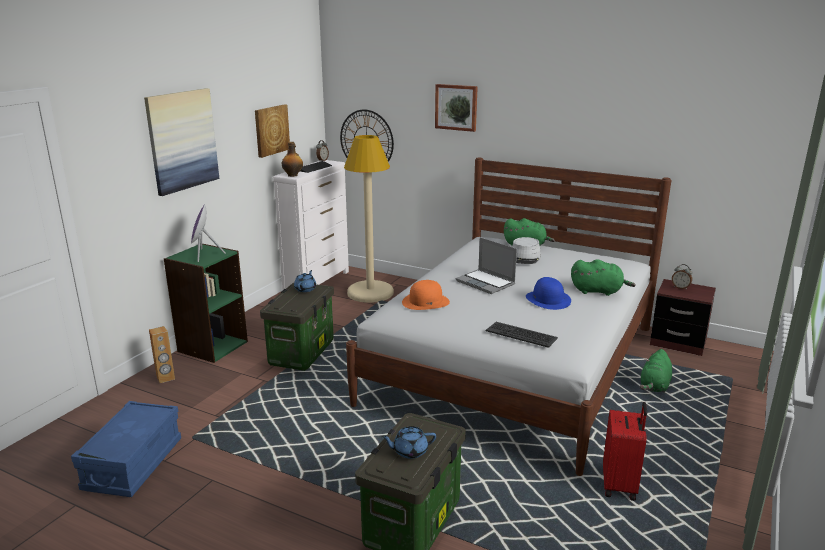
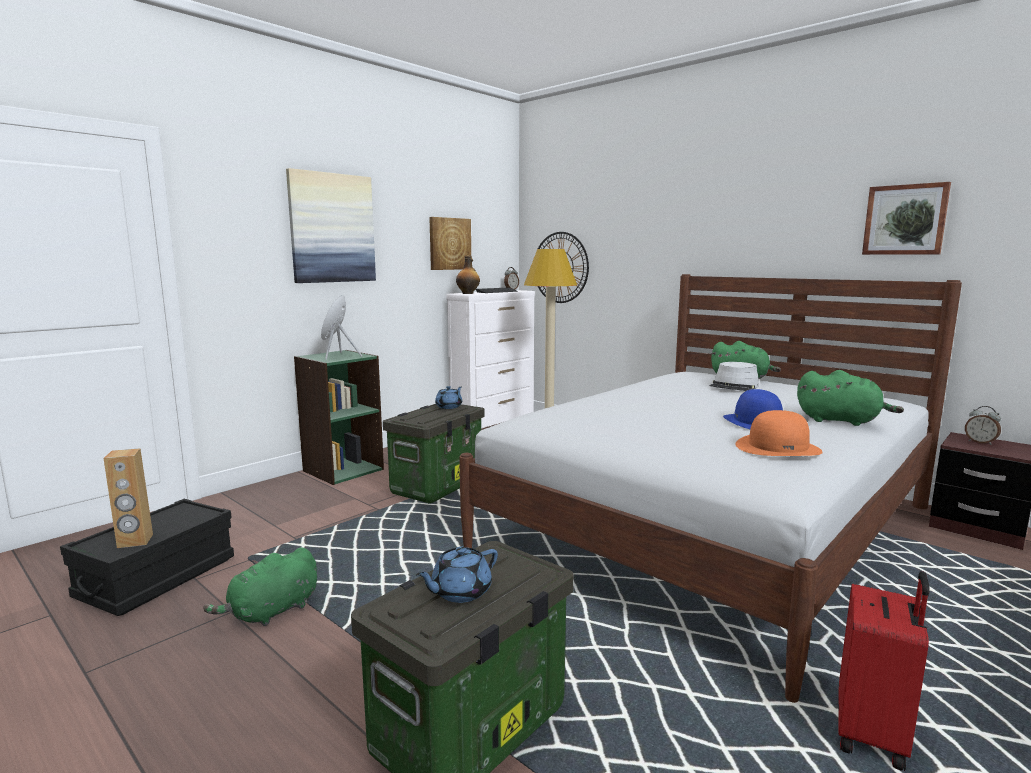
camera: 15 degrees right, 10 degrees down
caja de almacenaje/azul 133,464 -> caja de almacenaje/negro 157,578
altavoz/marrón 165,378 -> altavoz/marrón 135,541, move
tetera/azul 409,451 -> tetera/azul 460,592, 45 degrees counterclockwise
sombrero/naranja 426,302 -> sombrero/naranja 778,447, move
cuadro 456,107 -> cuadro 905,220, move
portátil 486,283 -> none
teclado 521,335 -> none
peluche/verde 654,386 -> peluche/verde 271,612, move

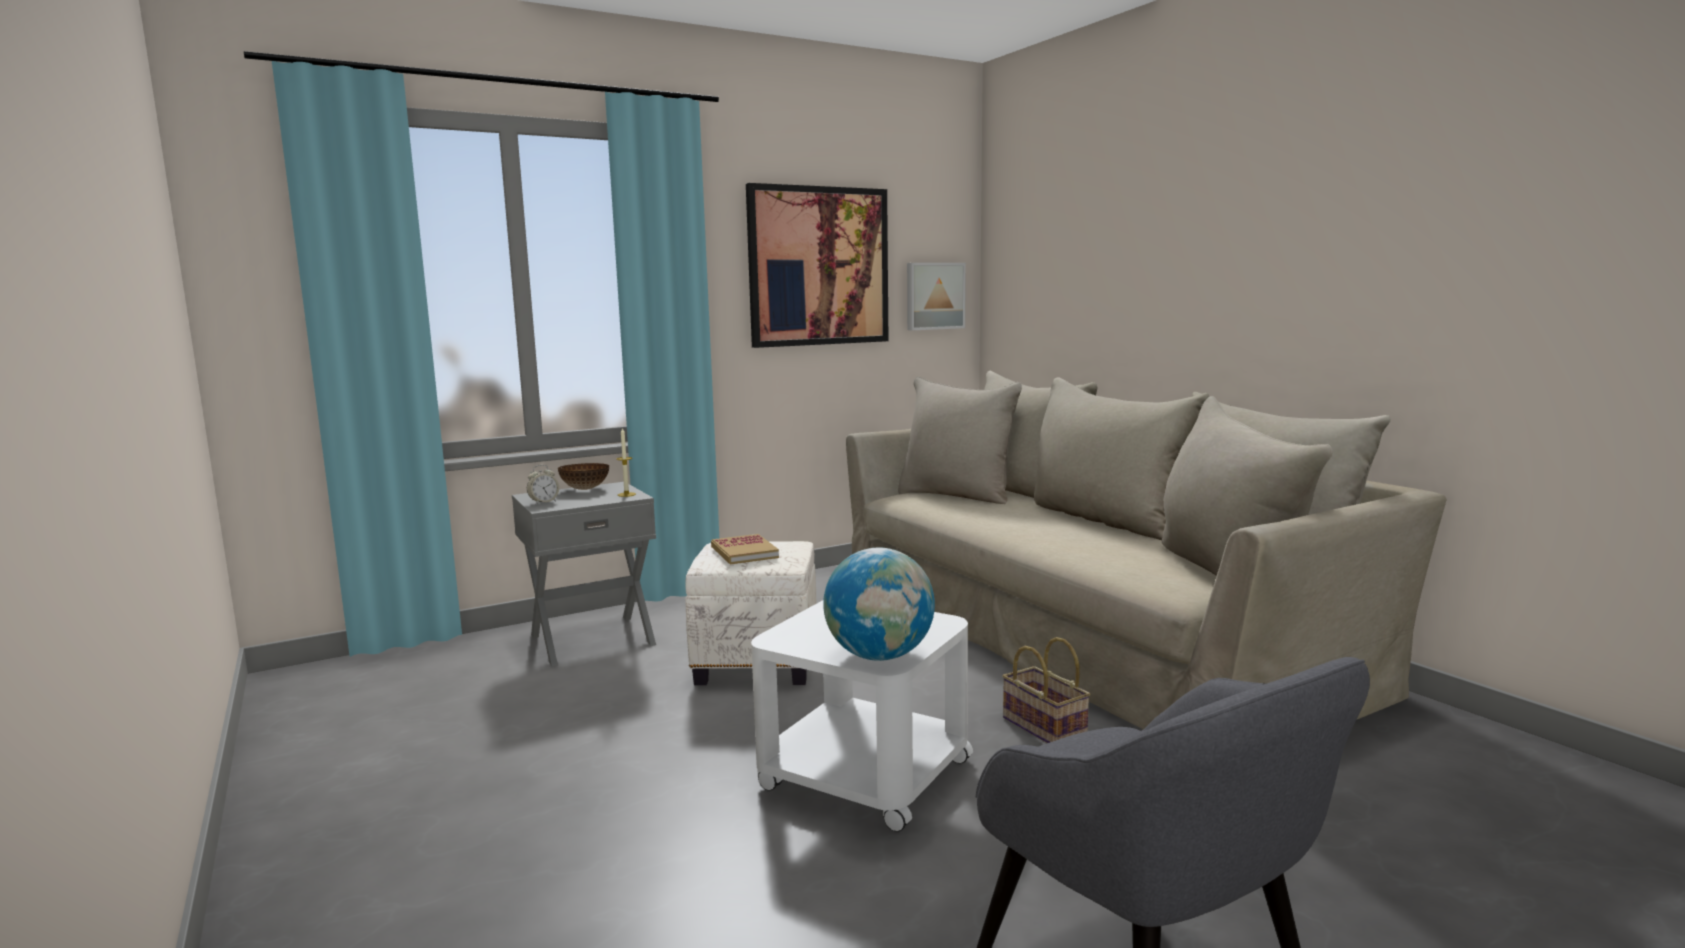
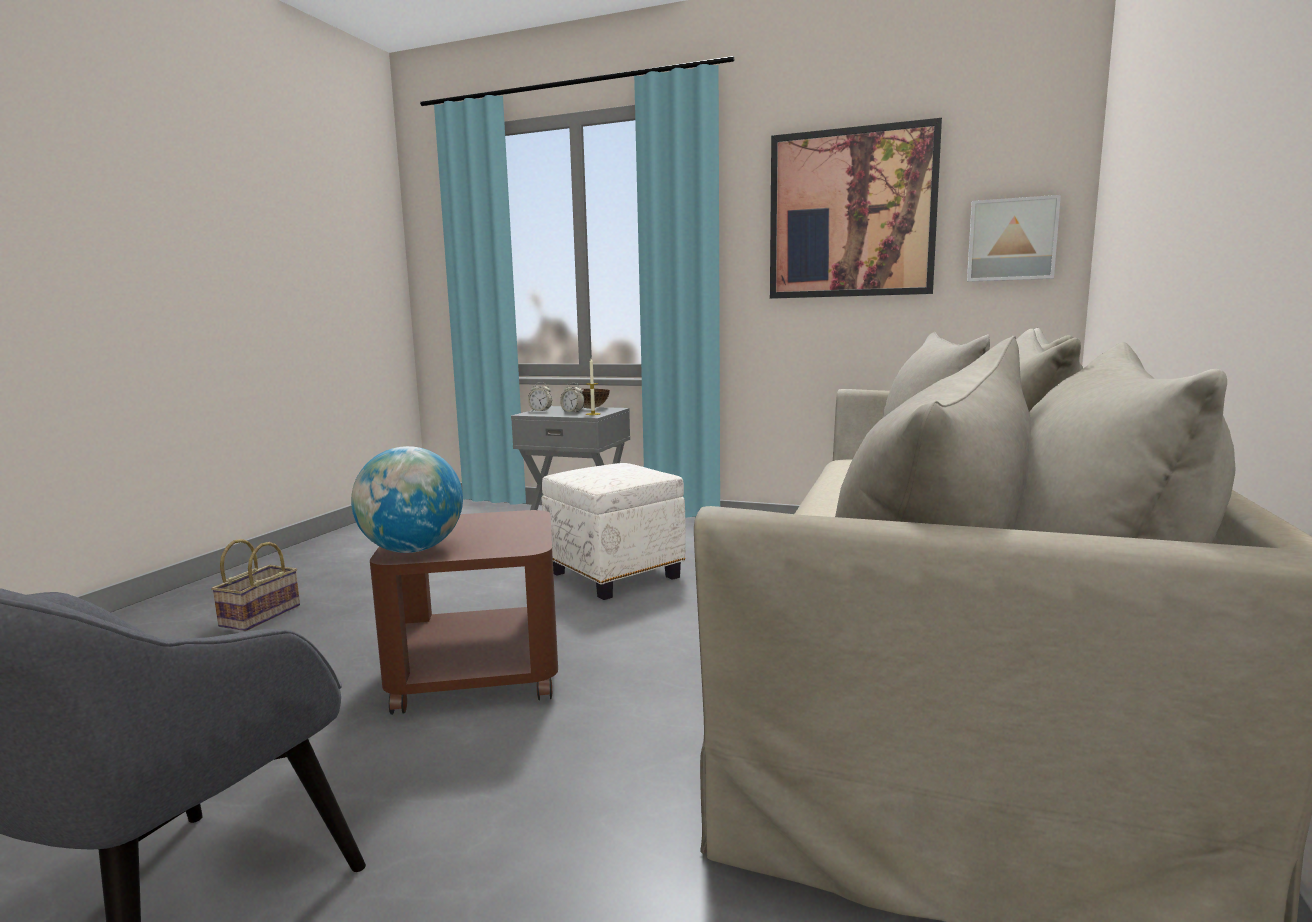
camera: 50 degrees right, 0 degrees up
libro 744,552 -> none
mesa auxiliar/blanco 863,773 -> mesa auxiliar/marrón 478,669
cesta 1041,727 -> cesta 261,615, move
none -> despertador 572,412

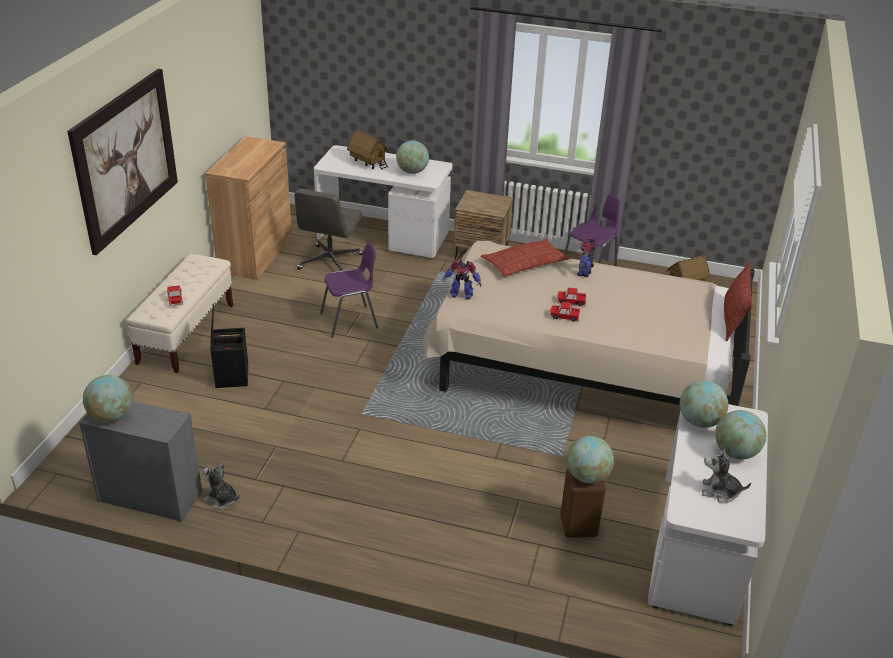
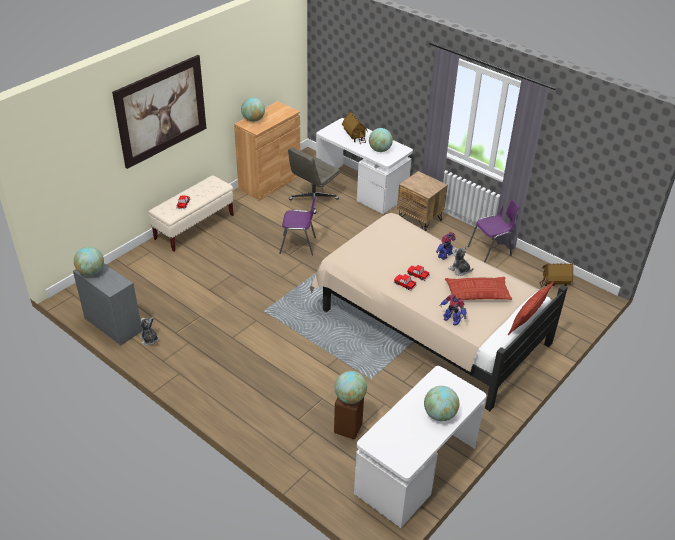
camera: 25 degrees right, 5 degrees up
caja de almacenaje/negro 231,375 -> none
robot de juguete 461,295 -> robot de juguete 451,319, move
cojín 524,263 -> cojín 477,293, move
globo terráqueo 699,422 -> globo terráqueo 253,120, move
peluche 720,492 -> peluche 459,270, move

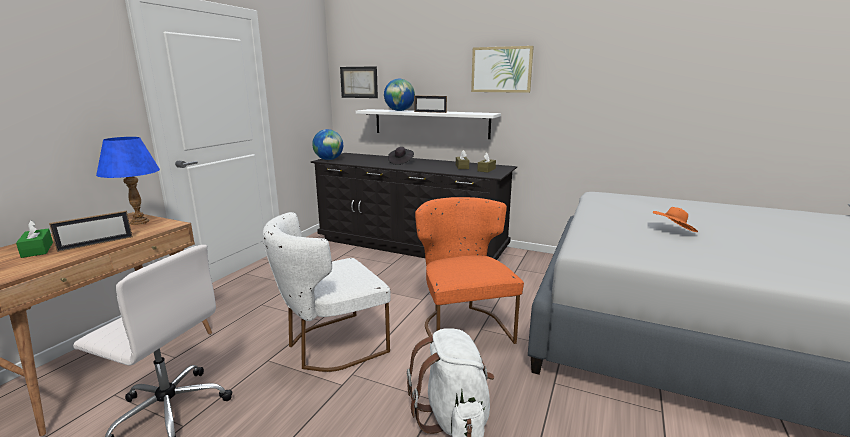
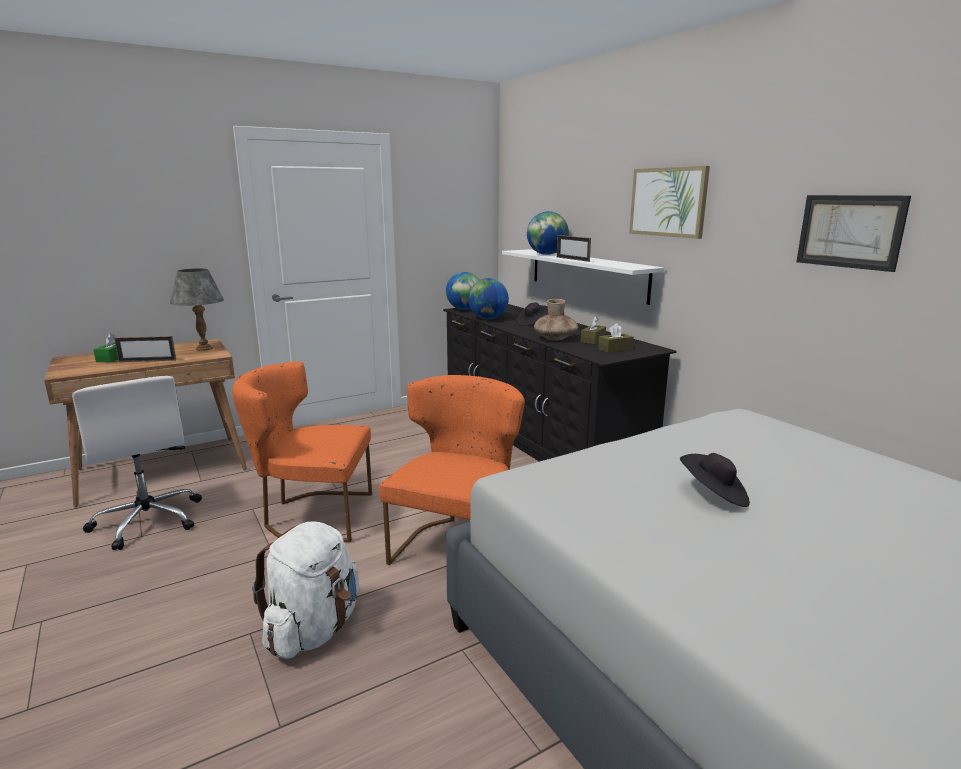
camera: 35 degrees right, 0 degrees up
lámpara de mesa/azul 139,222 -> lámpara de mesa/gris 203,348
silla/blanco 331,345 -> silla/naranja 312,515
cuadro 359,82 -> cuadro 850,231, move
sombrero/naranja 673,231 -> sombrero/negro 713,495
none -> globo terráqueo 488,318
none -> florero/marrón 555,338

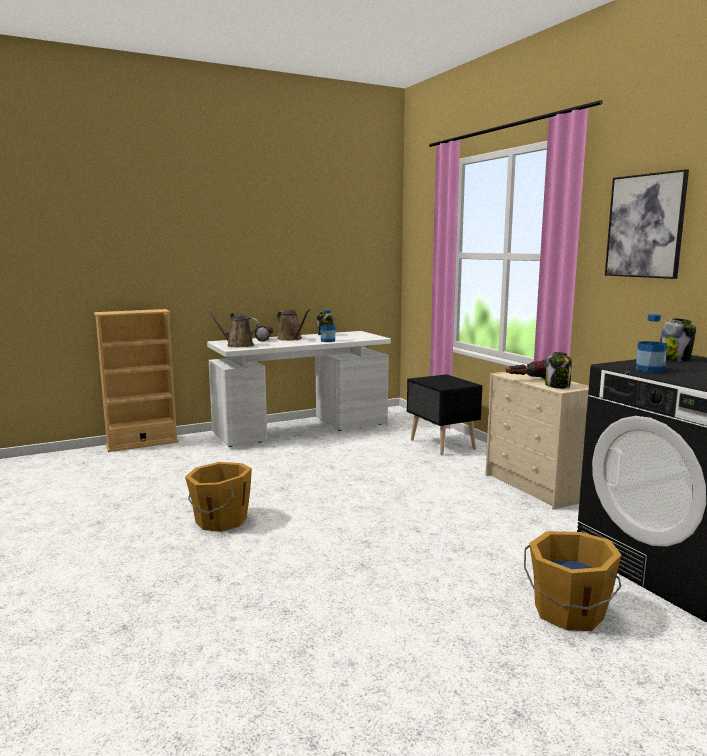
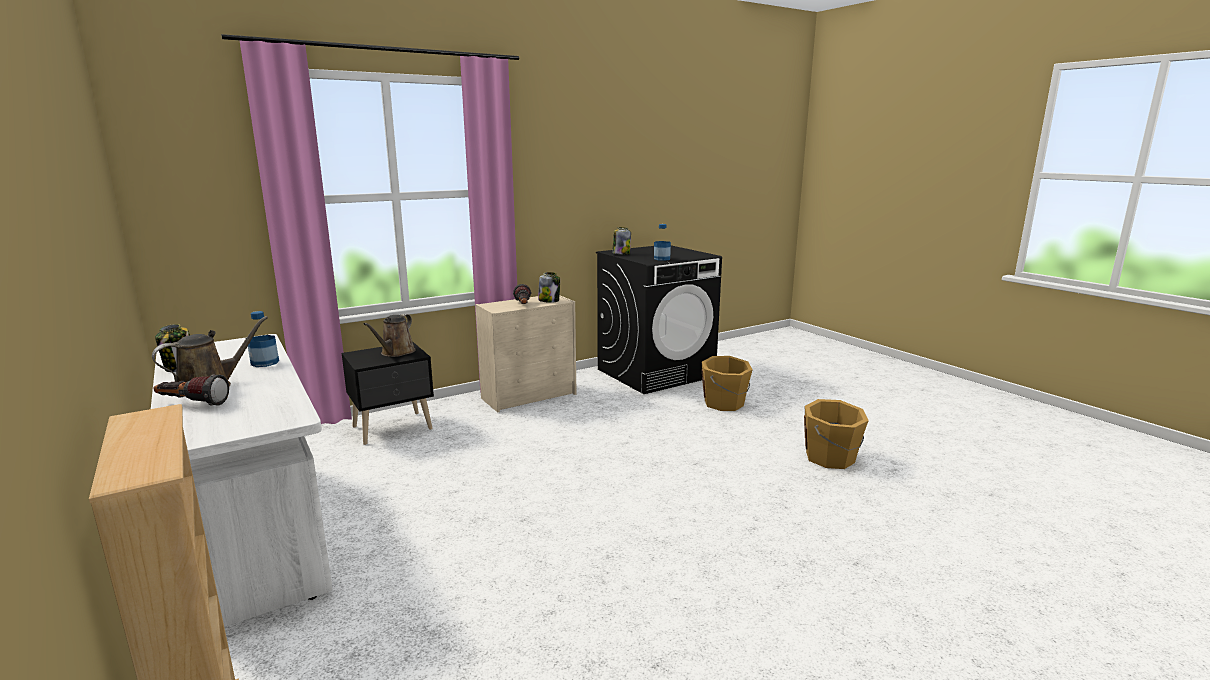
camera: 95 degrees left, 5 degrees up
cubo/naranja 220,521 -> cubo/naranja 831,458, move
regadera/marrón 237,345 -> regadera/marrón 396,353, move
cuadro 645,226 -> none

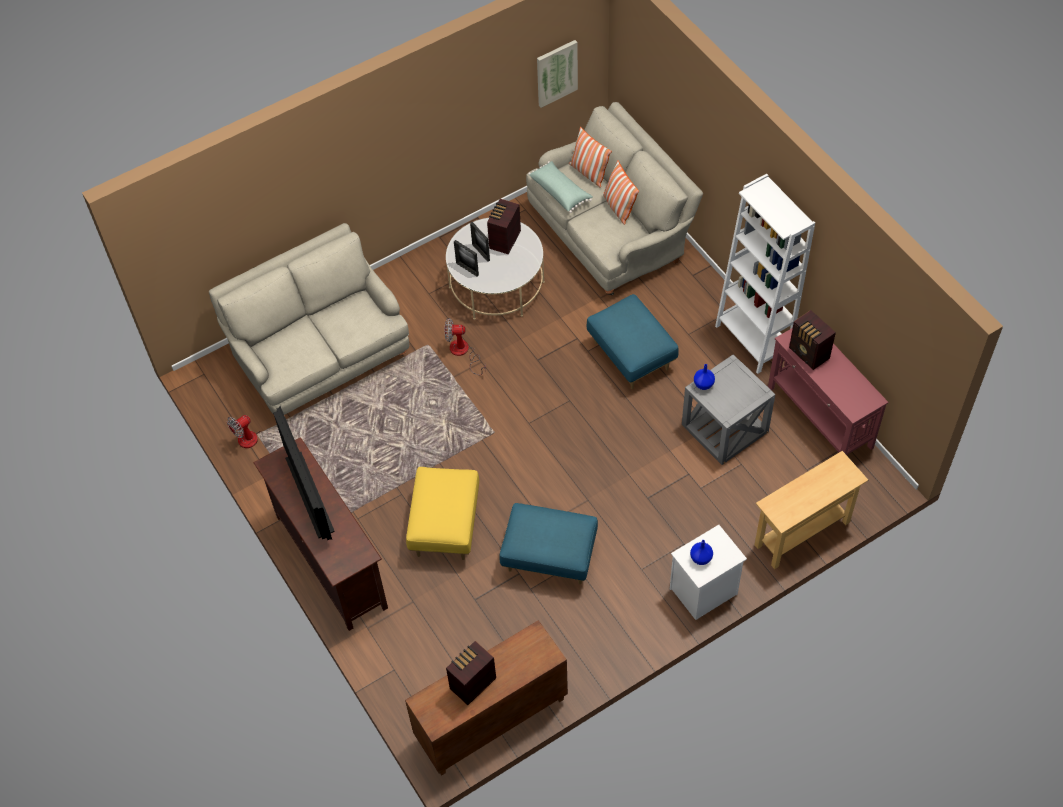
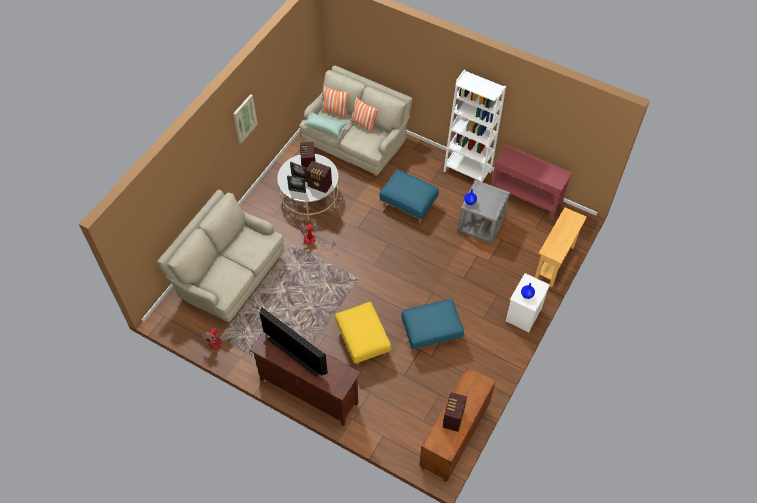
camera: 30 degrees left, 0 degrees up
cuadro 556,73 -> cuadro 244,118, move
radio 809,354 -> radio 320,185, move

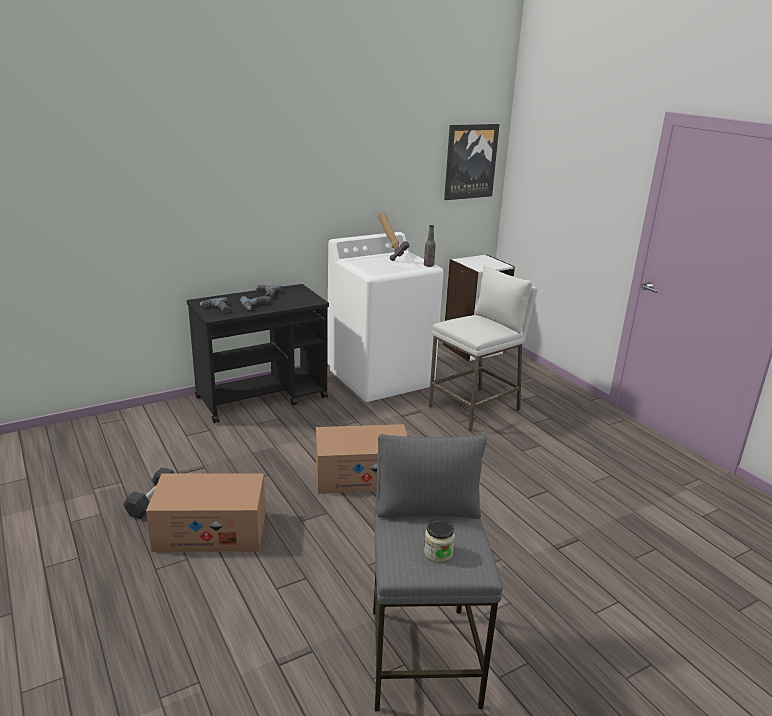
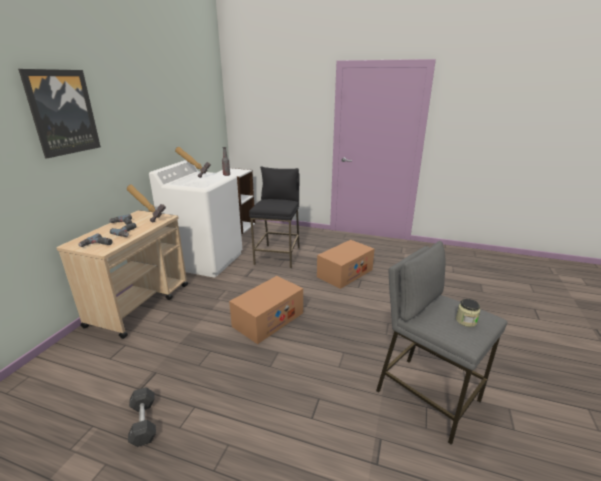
camera: 40 degrees left, 0 degrees up
caja de cartón 211,531 -> caja de cartón 345,273, move
carrito/negro 263,397 -> carrito/beis 140,304
taburete/blanco 475,408 -> taburete/negro 278,256
cuadro 470,161 -> cuadro 62,112, move
none -> martillo 149,218

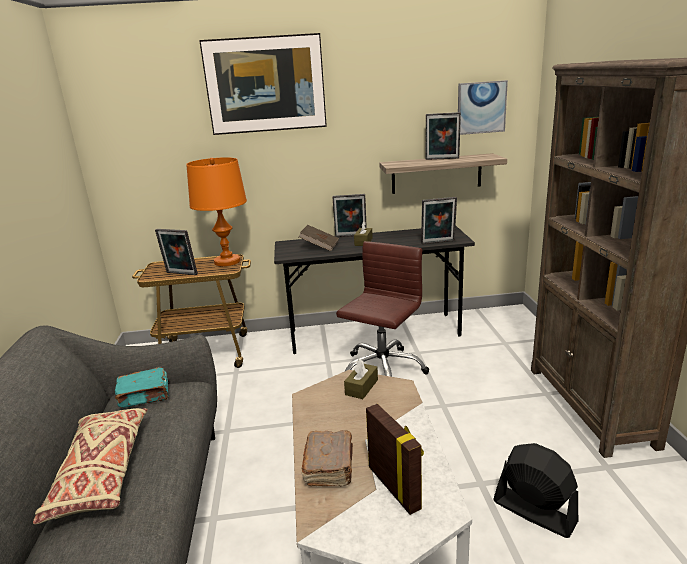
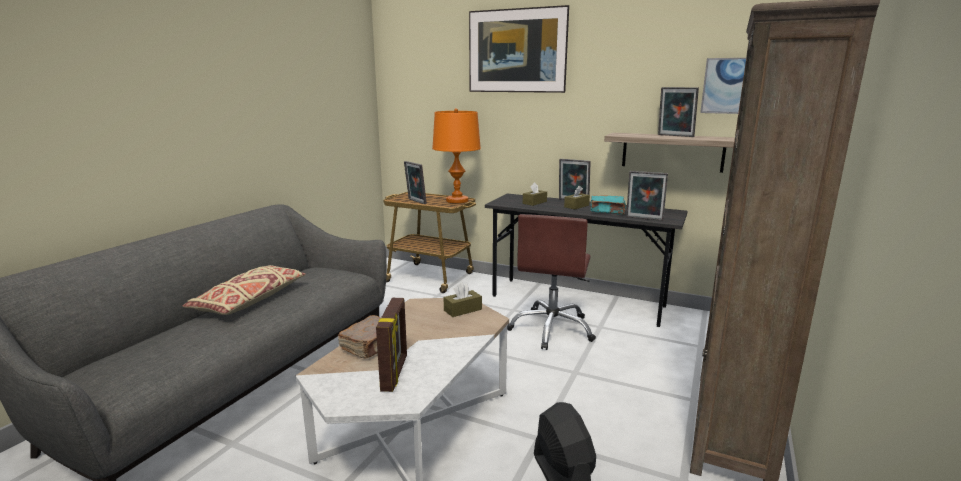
camera: 30 degrees right, 5 degrees down
libro/turquesa 145,396 -> libro/turquesa 607,211, move
libro/marrón 319,246 -> caja de pañuelos/marrón 534,202
silla de oficina/marrón 382,370 -> silla de oficina/marrón 552,329, 135 degrees clockwise

